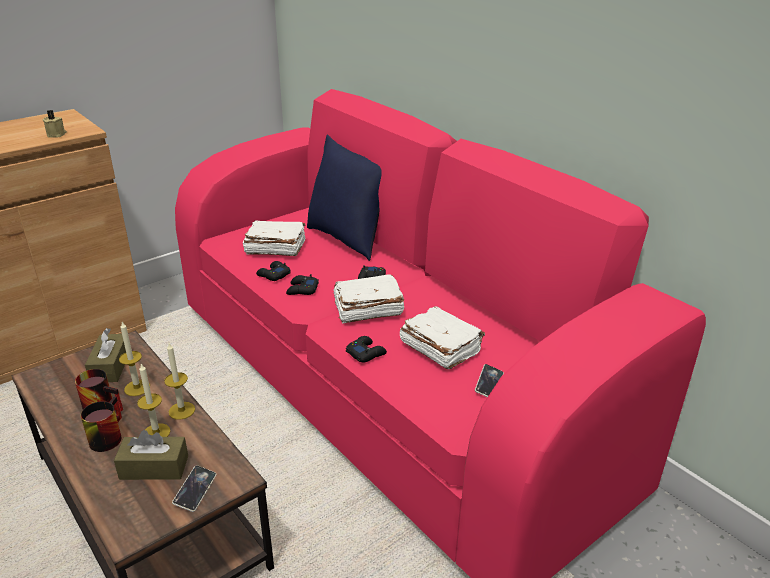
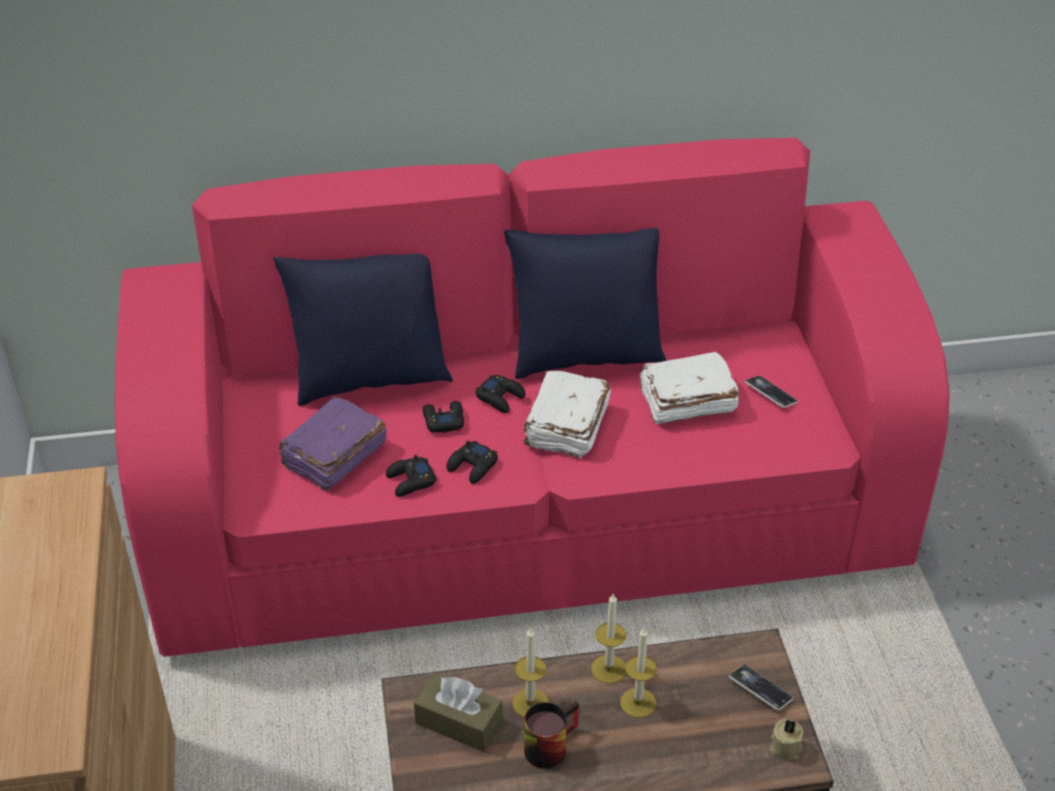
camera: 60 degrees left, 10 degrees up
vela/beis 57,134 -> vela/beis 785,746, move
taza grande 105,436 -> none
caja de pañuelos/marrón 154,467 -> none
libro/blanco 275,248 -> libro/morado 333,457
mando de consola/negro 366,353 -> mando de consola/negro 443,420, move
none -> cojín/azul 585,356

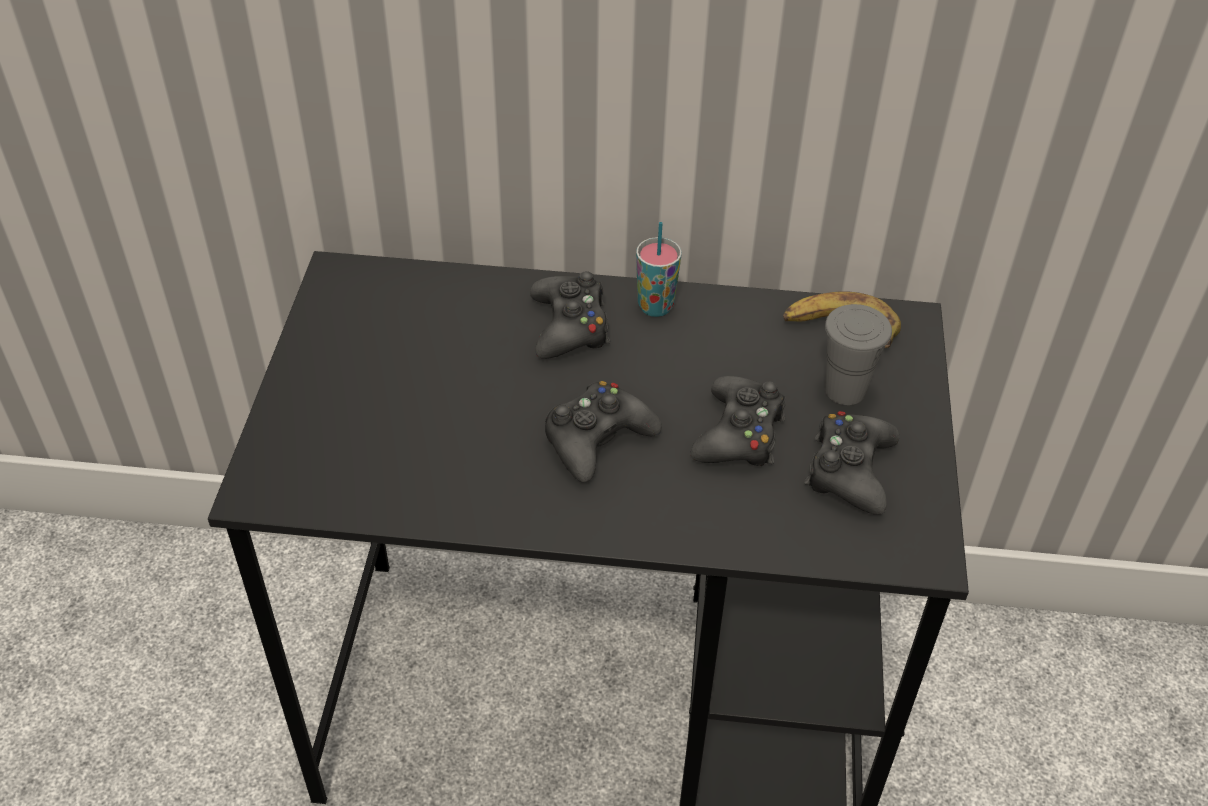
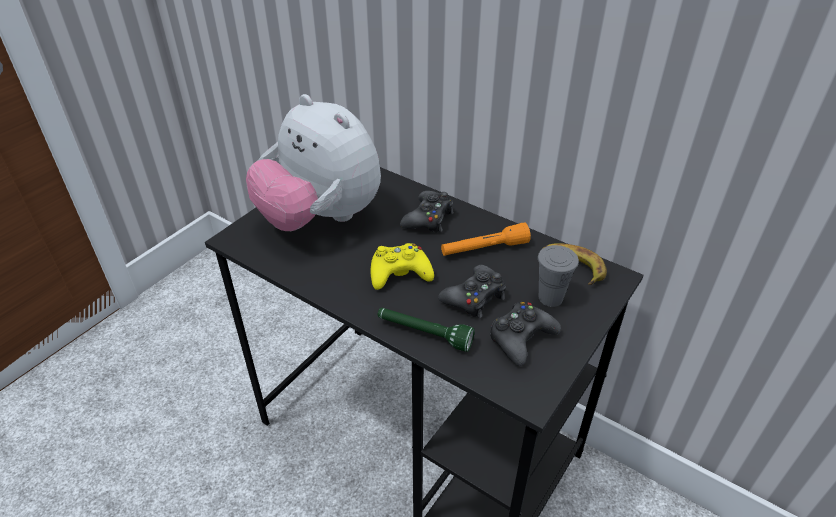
camera: 30 degrees right, 5 degrees down
mando de consola/negro 597,439 -> mando de consola/amarillo 400,273
taza 655,307 -> none
none -> peluche 320,218
none -> linterna/verde 424,334
none -> linterna/naranja 484,249

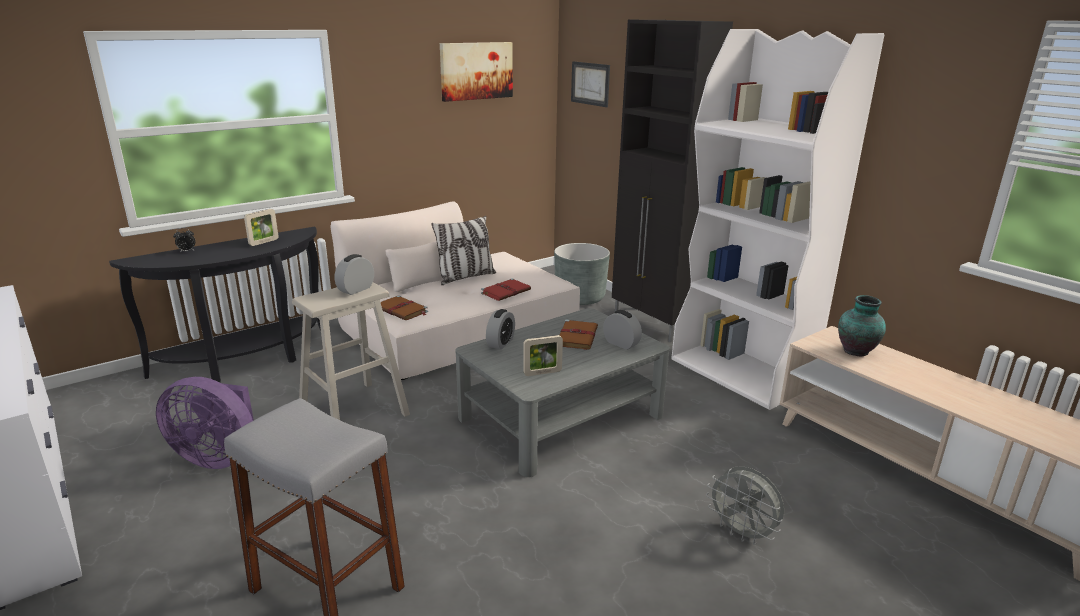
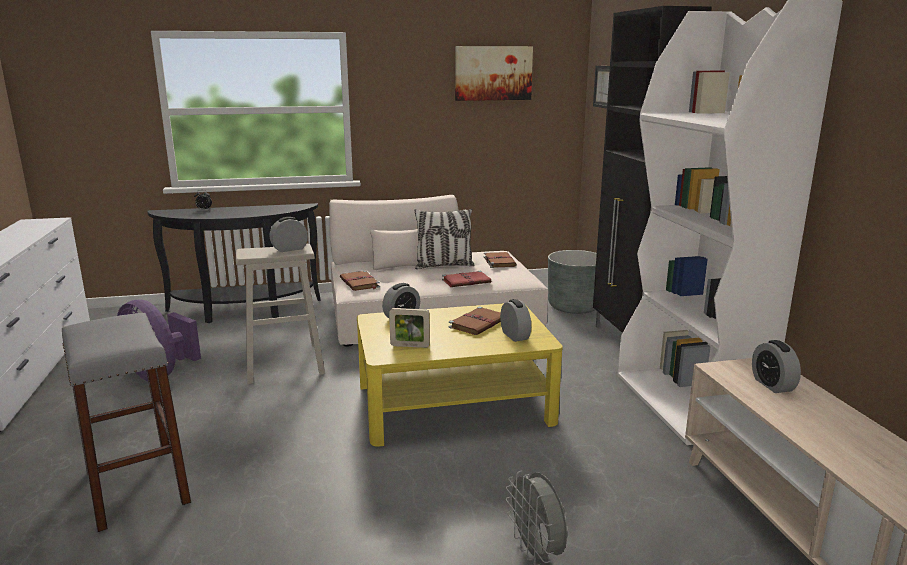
camera: 25 degrees right, 5 degrees down
portarretratos 264,242 -> none
mesa de centro/gris 561,417 -> mesa de centro/amarillo 454,403
florero 857,351 -> despertador 772,385
none -> libro/marrón 499,261

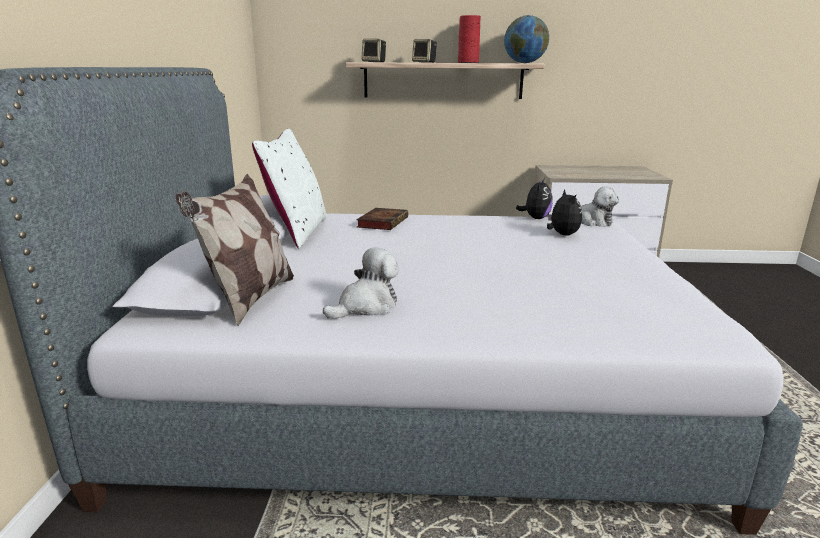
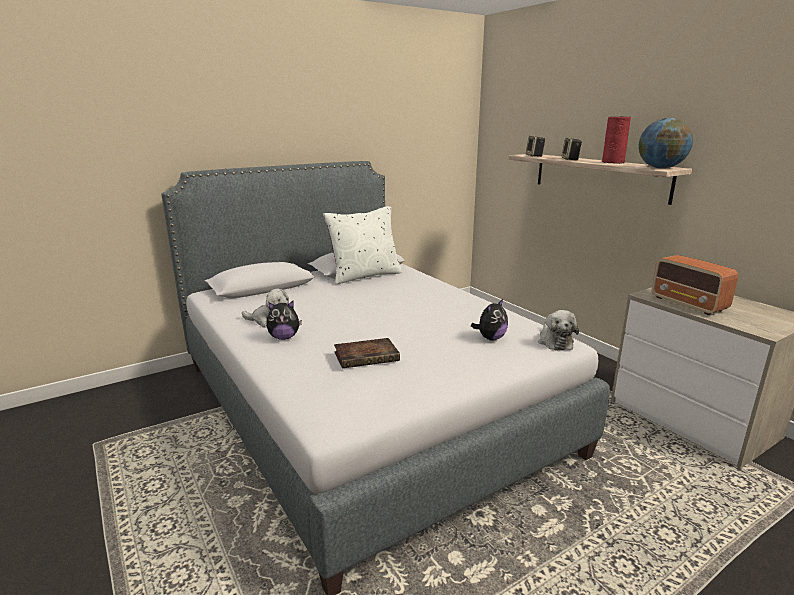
camera: 55 degrees right, 0 degrees up
cojín 249,299 -> none
libro 383,222 -> libro 368,356, move
peluche 535,218 -> peluche 284,337, move
none -> radio 688,304

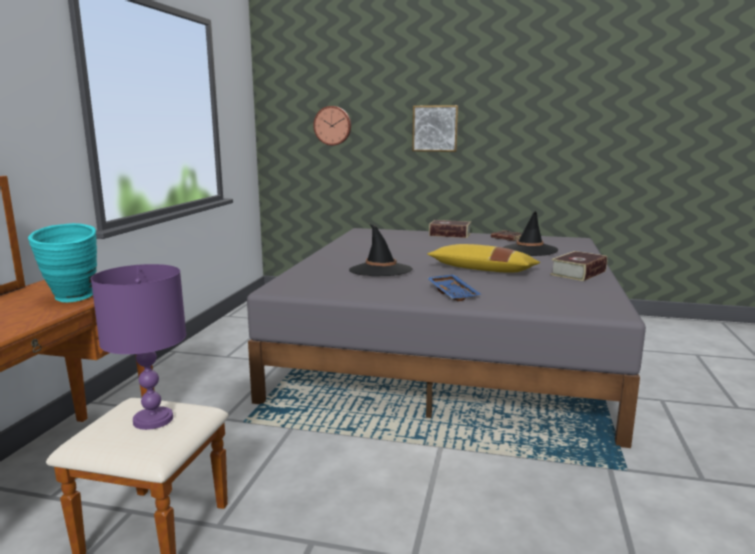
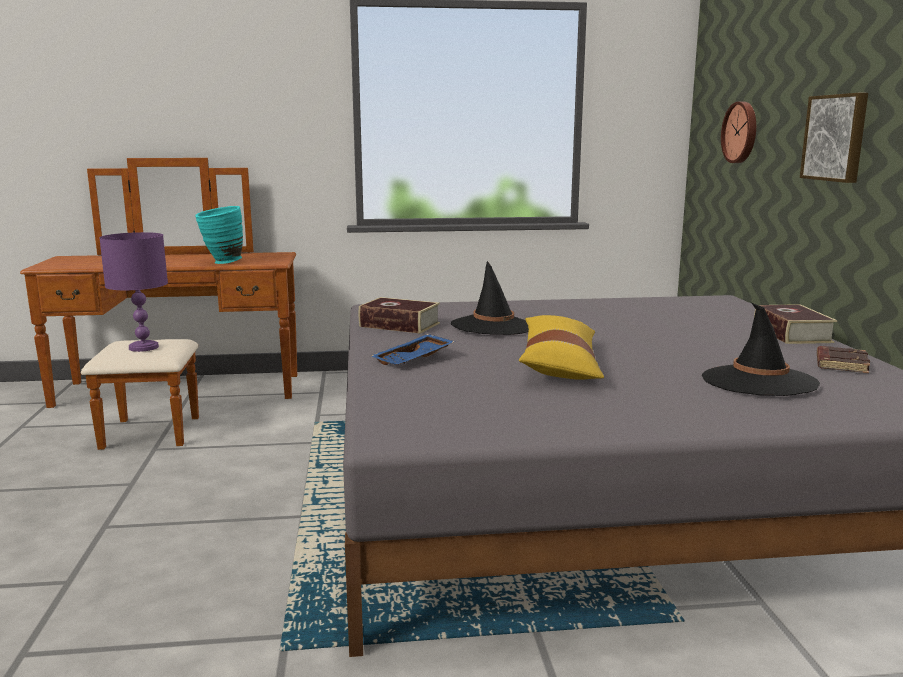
camera: 70 degrees right, 0 degrees up
libro 578,273 -> libro 399,325, move

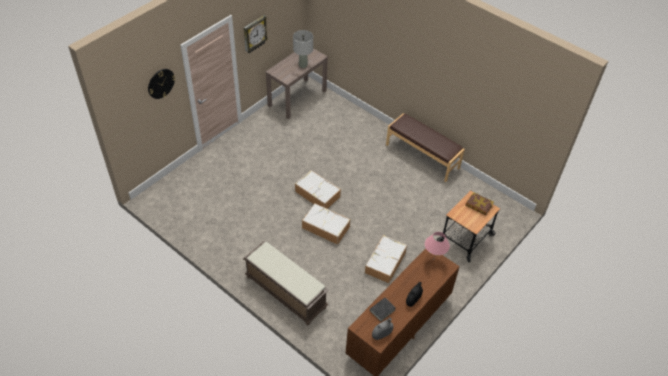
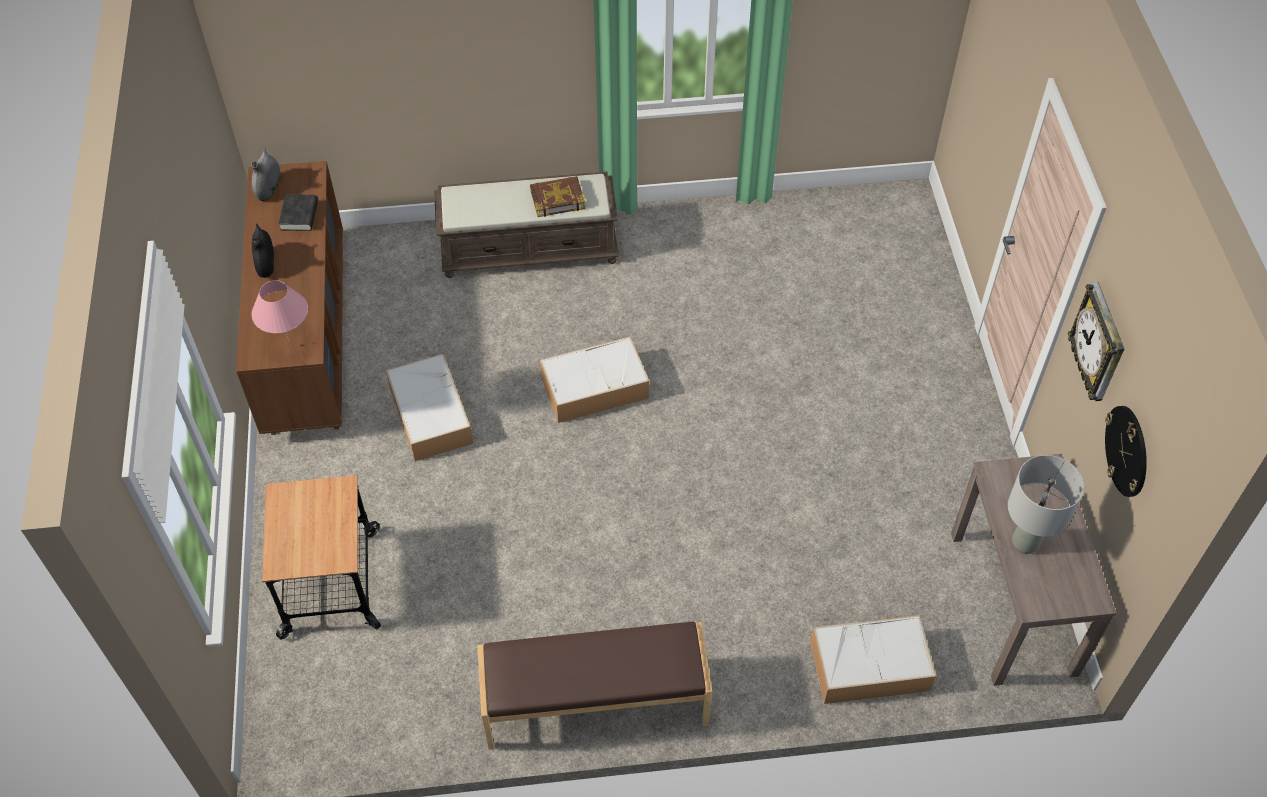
camera: 135 degrees right, 5 degrees up
reloj de pared 161,83 -> reloj de pared 1127,451, move
caja de almacenaje 318,194 -> caja de almacenaje 868,667, move
libro 478,205 -> libro 557,199, move

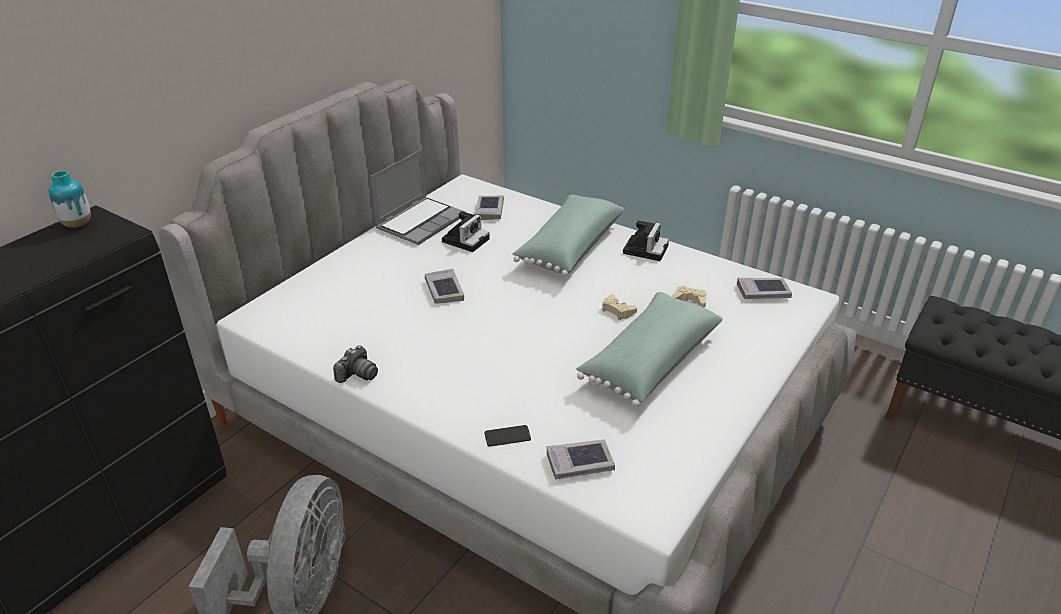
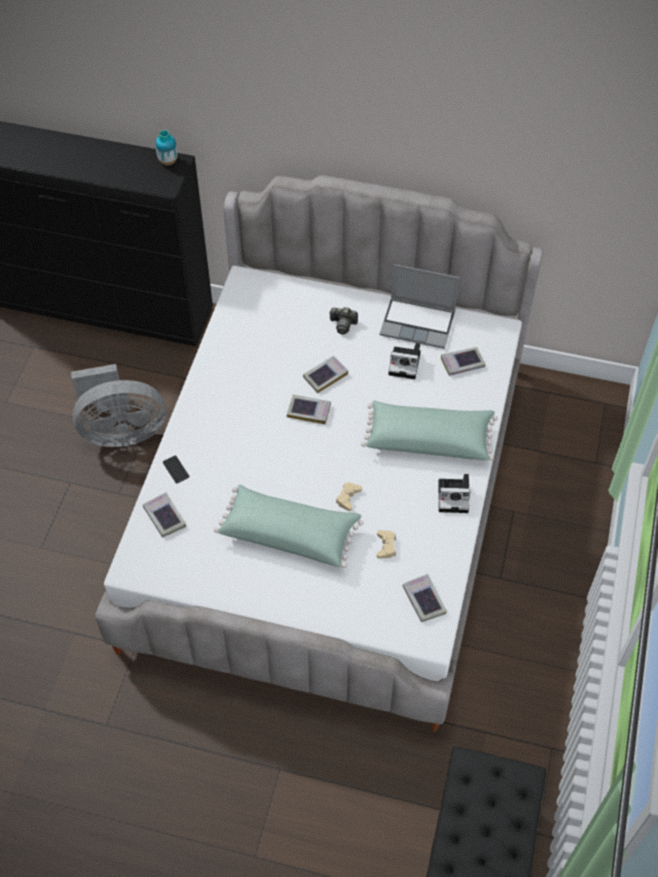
camera: 70 degrees right, 20 degrees up
cámara 357,374 -> cámara 343,324, move
none -> libro 309,411

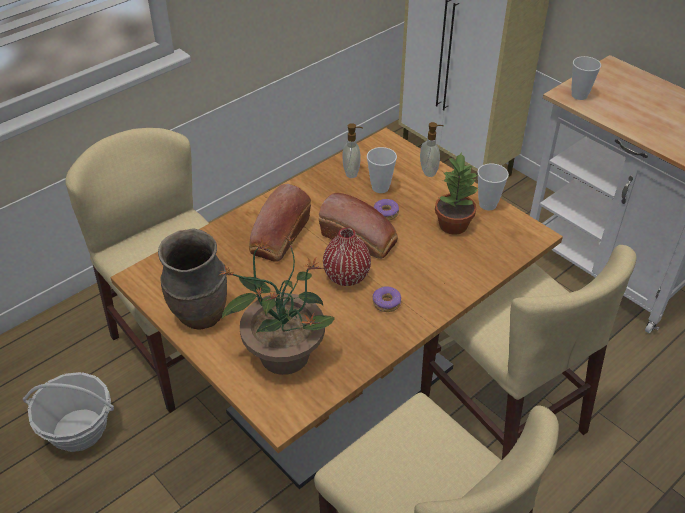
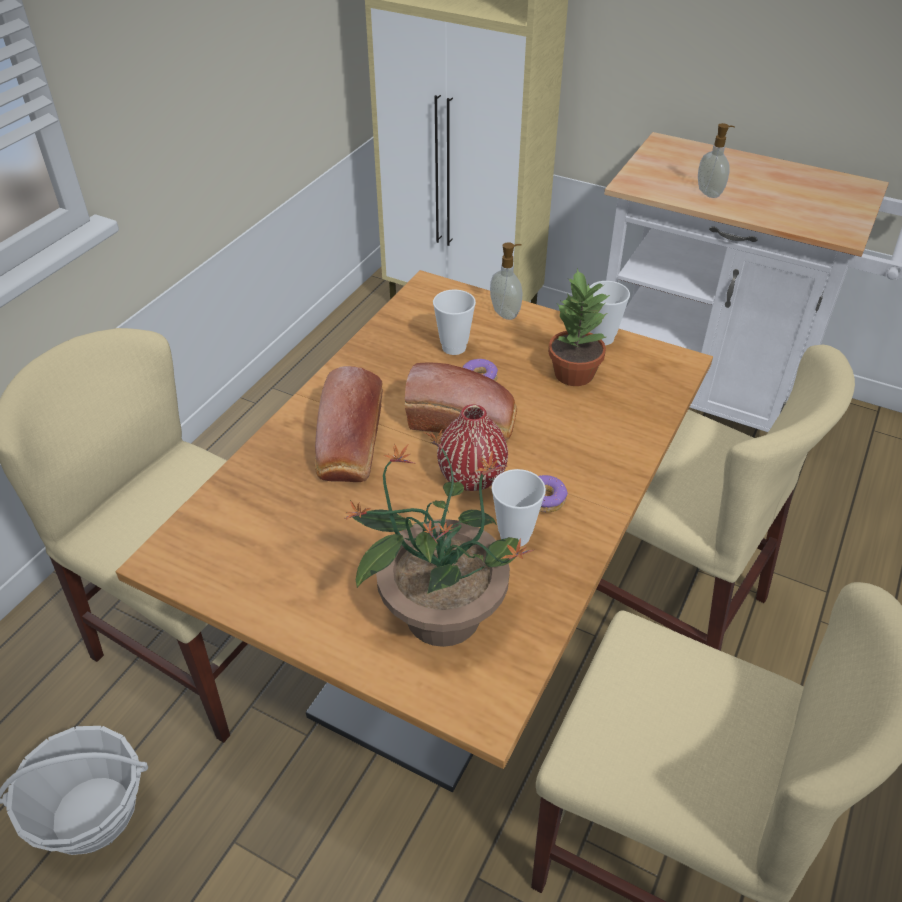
camera: 20 degrees left, 0 degrees up
florero/marrón 200,315 -> none
dispensador de jabón 352,172 -> dispensador de jabón 709,193, move
taza 579,95 -> taza 515,535, move

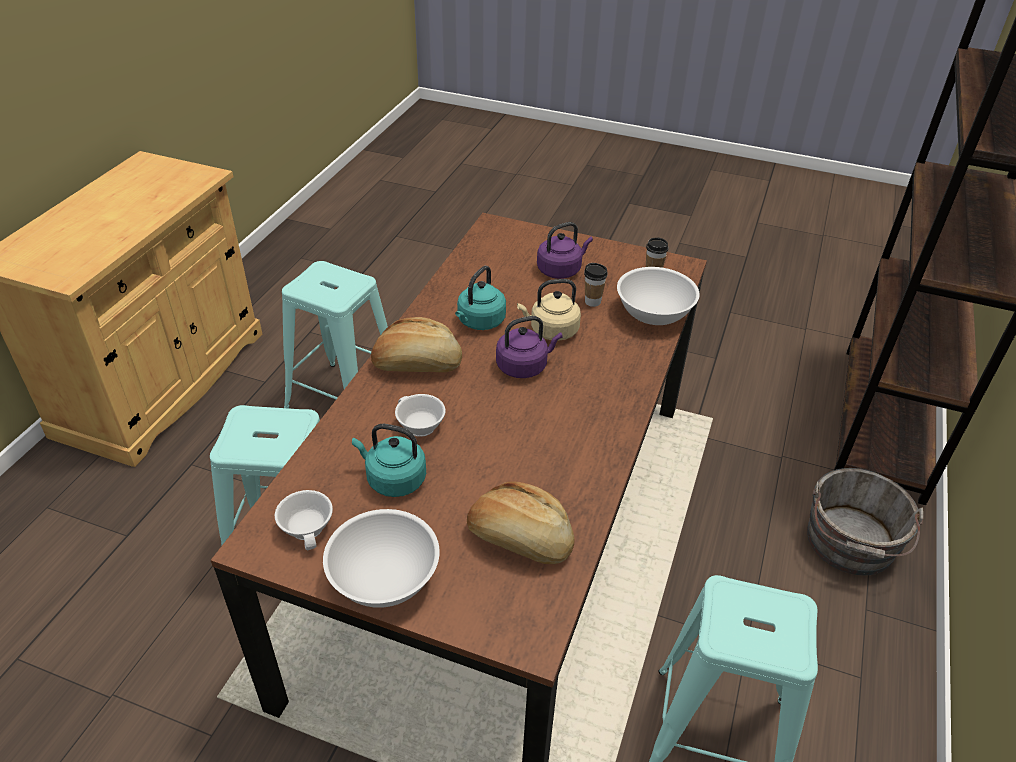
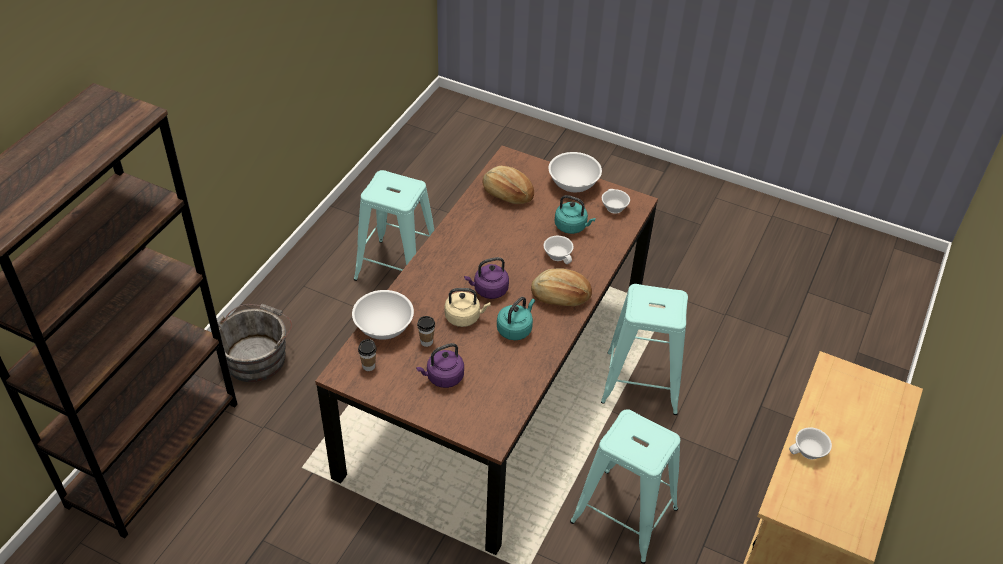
camera: 175 degrees left, 5 degrees up
none -> taza/blanco 809,452

